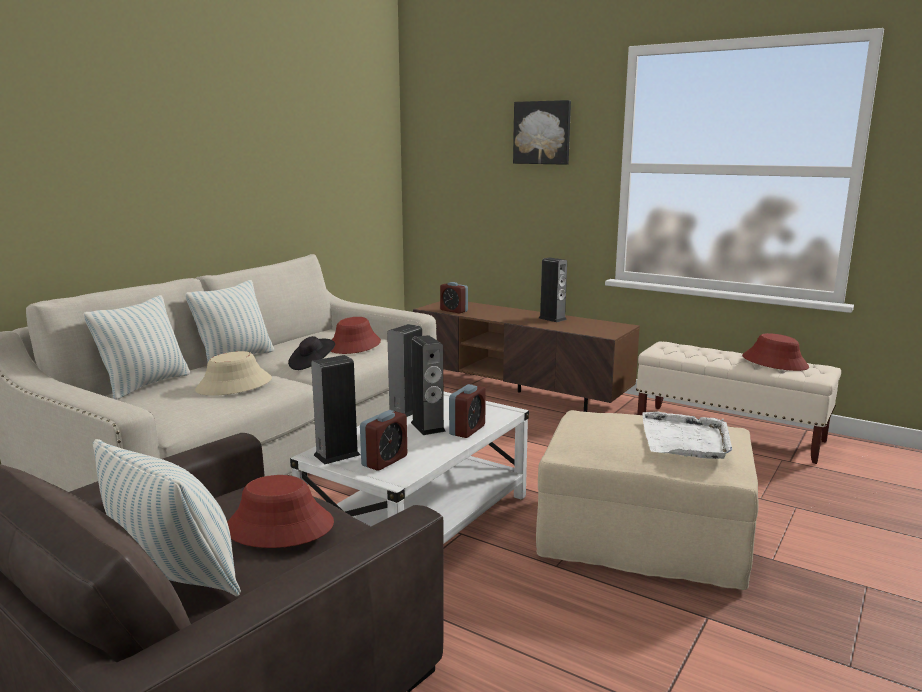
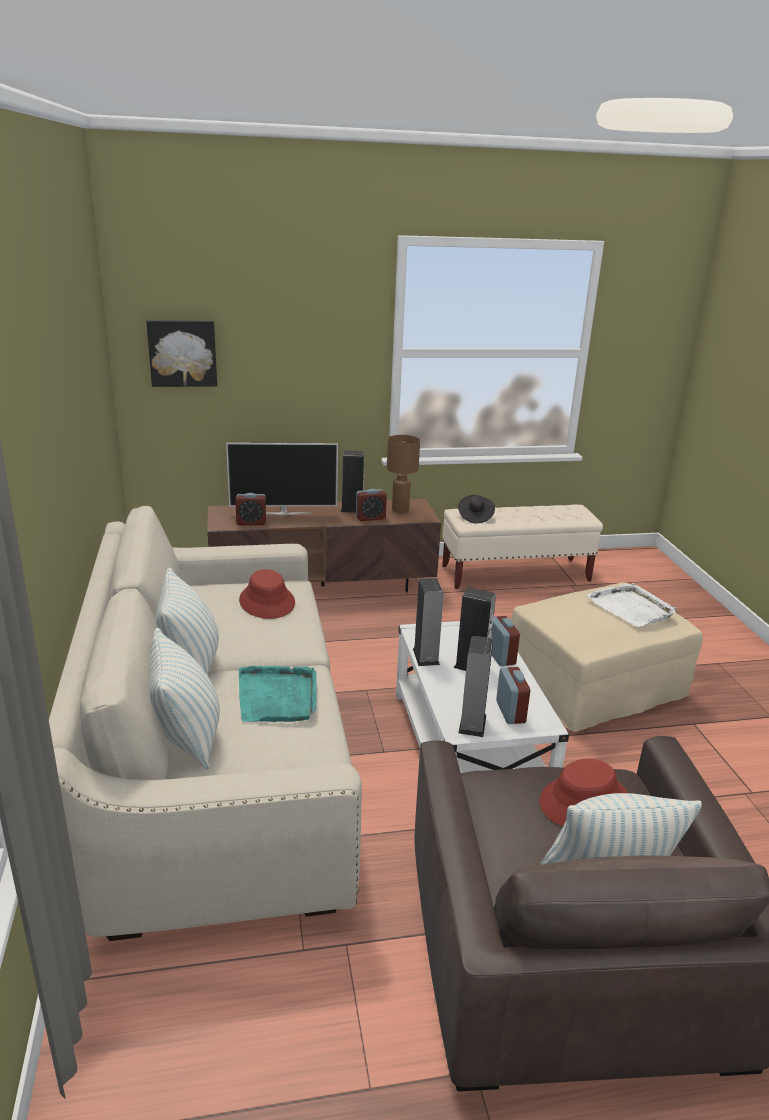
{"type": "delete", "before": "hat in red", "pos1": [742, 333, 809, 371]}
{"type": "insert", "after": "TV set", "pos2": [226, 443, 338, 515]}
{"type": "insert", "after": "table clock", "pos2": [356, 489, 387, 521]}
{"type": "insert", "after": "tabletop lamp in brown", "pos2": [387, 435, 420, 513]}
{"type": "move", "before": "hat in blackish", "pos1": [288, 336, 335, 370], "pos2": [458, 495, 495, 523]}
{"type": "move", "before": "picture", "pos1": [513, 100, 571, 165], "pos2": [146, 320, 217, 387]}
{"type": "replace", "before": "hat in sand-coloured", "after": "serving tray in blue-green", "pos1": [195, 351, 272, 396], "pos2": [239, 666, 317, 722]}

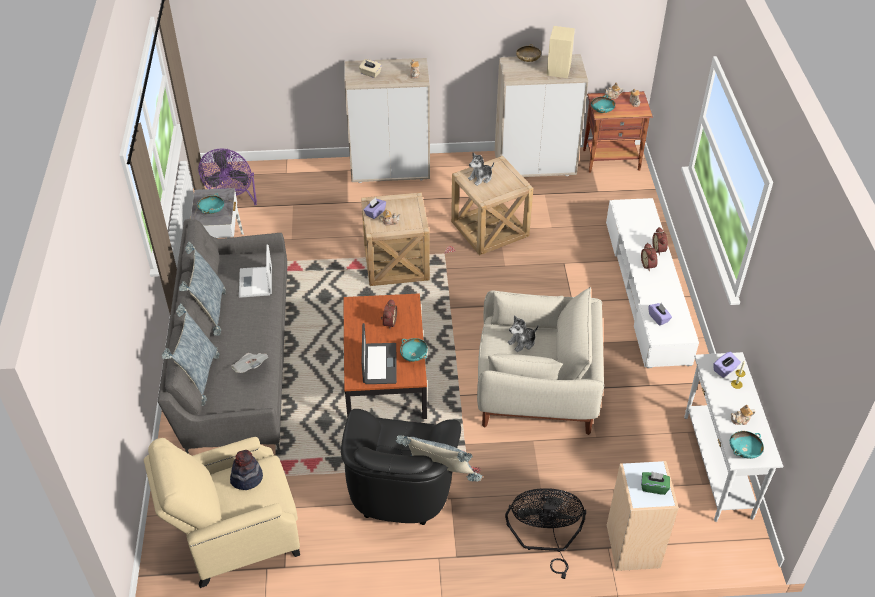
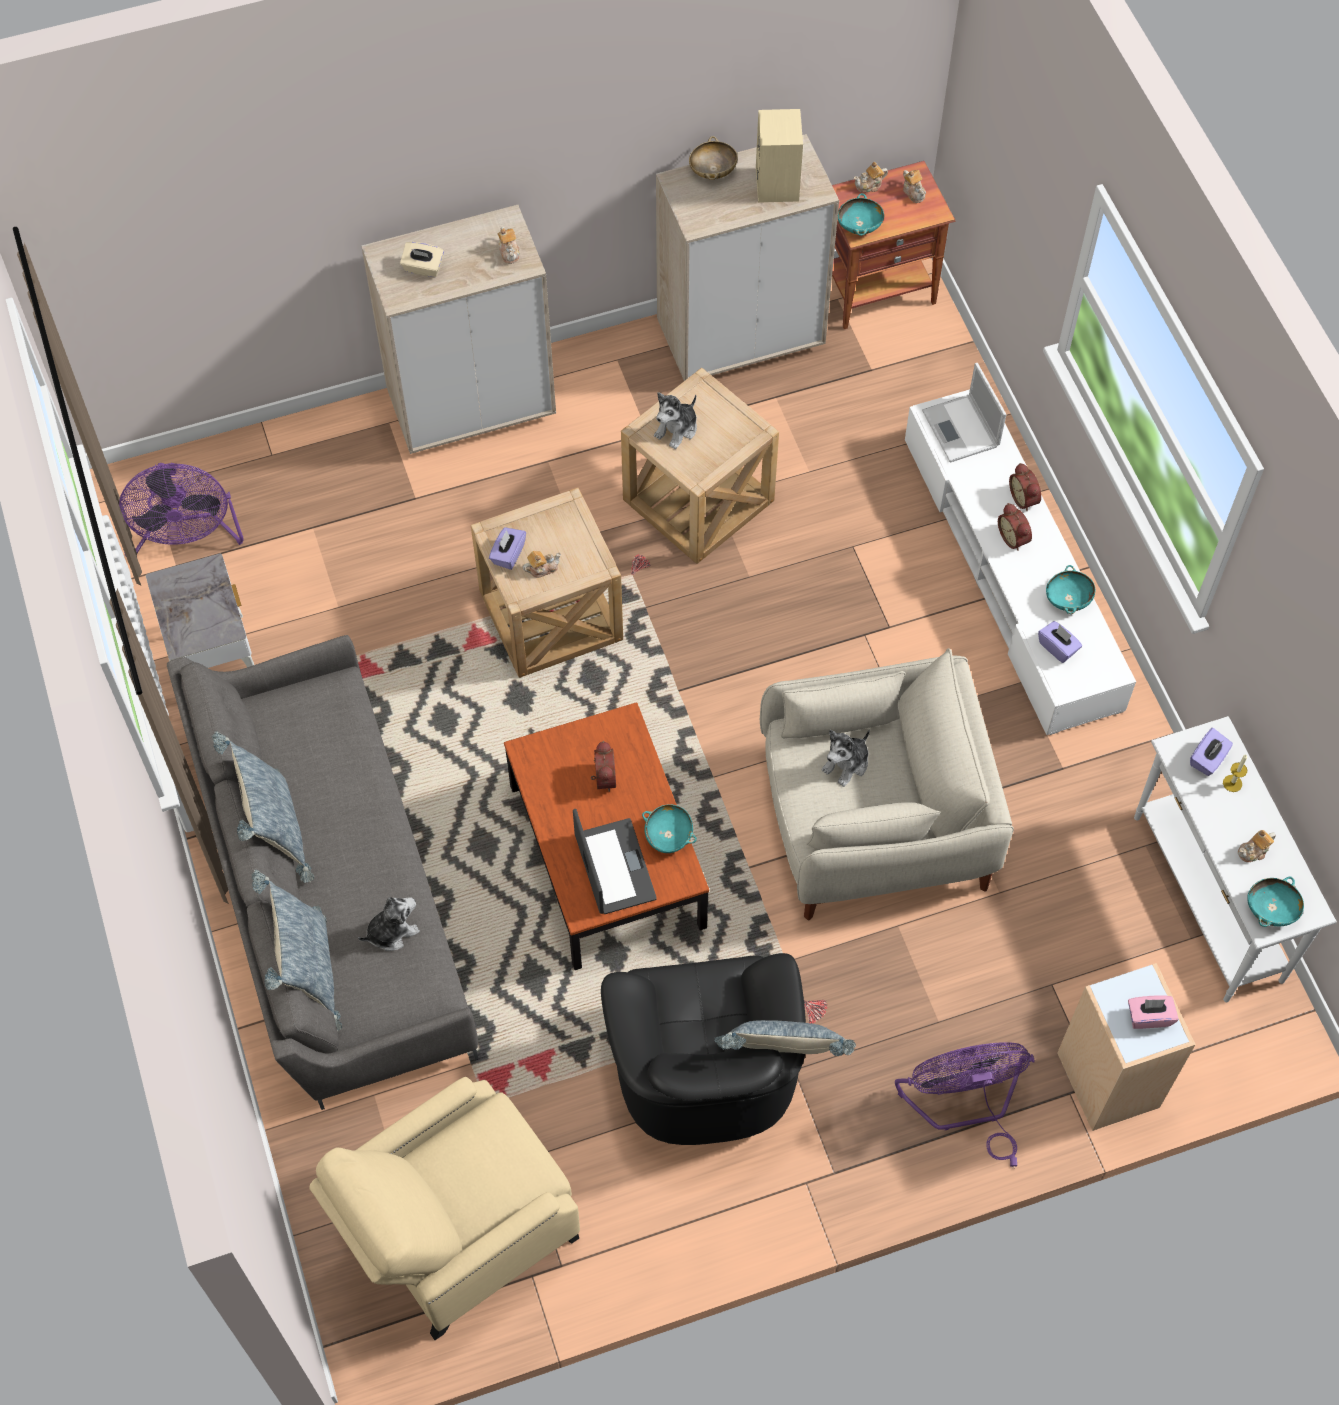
{"type": "delete", "before": "hat", "pos1": [230, 450, 263, 490]}
{"type": "move", "before": "bowl in blue-green", "pos1": [197, 193, 224, 214], "pos2": [1046, 565, 1095, 614]}
{"type": "move", "before": "laptop", "pos1": [239, 245, 272, 298], "pos2": [922, 363, 1006, 463]}
{"type": "replace", "before": "printed paper", "after": "plush toy", "pos1": [231, 353, 268, 373], "pos2": [358, 897, 420, 951]}
{"type": "recolor", "before": "fan in blackish", "after": "fan in purple", "pos1": [505, 488, 586, 580], "pos2": [895, 1042, 1035, 1167]}
{"type": "recolor", "before": "tissue holder in green", "after": "tissue holder in pink", "pos1": [641, 471, 670, 495], "pos2": [1128, 995, 1179, 1029]}

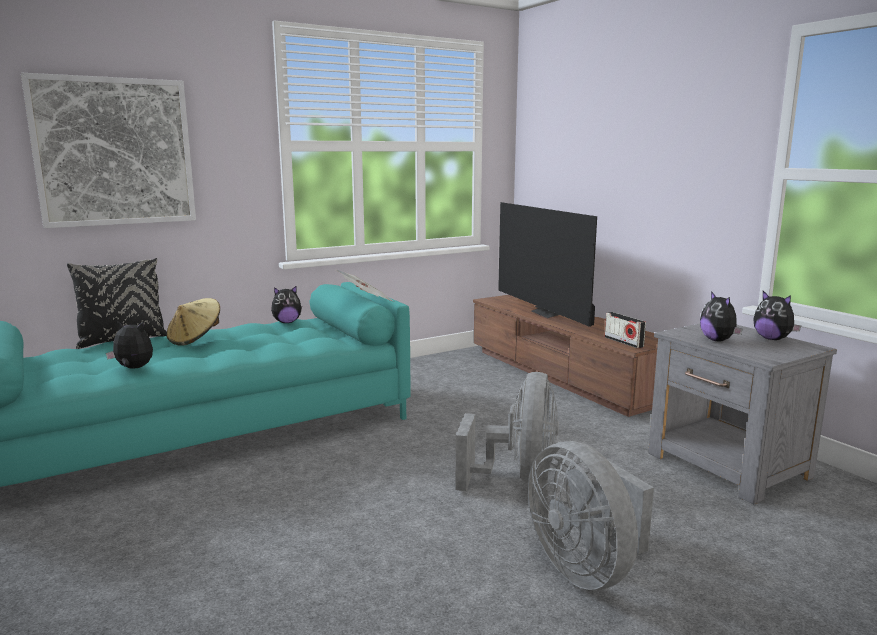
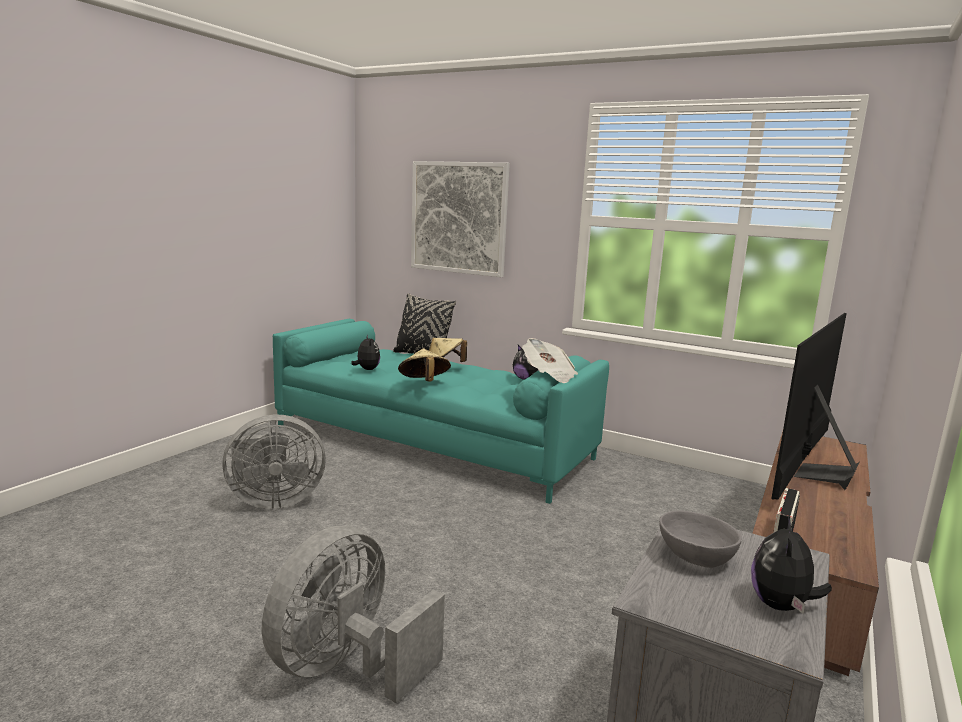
{"type": "insert", "after": "hat in sand-coloured", "pos2": [398, 348, 451, 381]}
{"type": "move", "before": "fan in grey", "pos1": [455, 372, 559, 491], "pos2": [223, 415, 326, 509]}
{"type": "replace", "before": "plush toy", "after": "bowl in grey", "pos1": [700, 291, 742, 341], "pos2": [659, 511, 742, 568]}

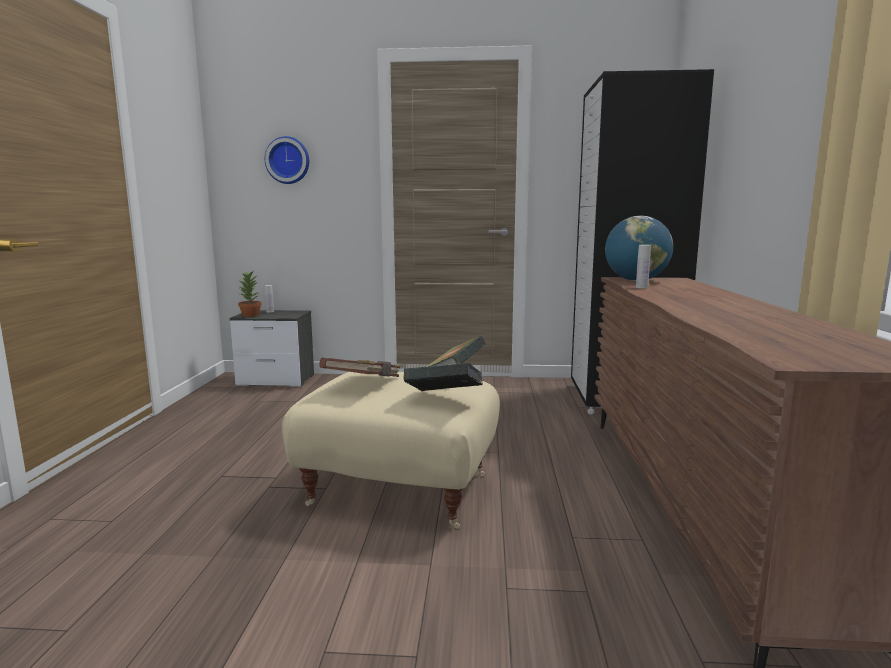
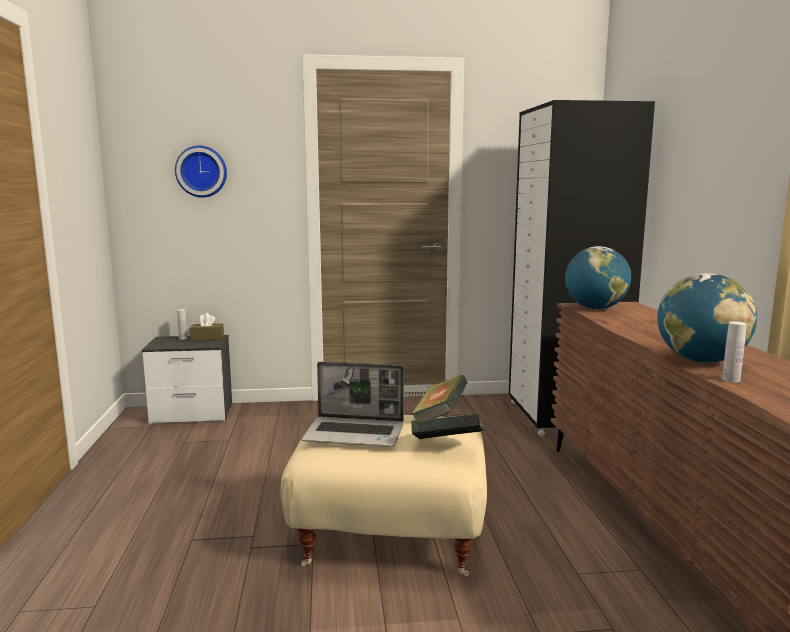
{"type": "delete", "before": "houseplant", "pos1": [238, 271, 262, 317]}
{"type": "insert", "after": "tissue holder in brown", "pos2": [190, 313, 224, 340]}
{"type": "insert", "after": "world globe", "pos2": [657, 273, 757, 363]}
{"type": "move", "before": "beverage bottle in whitish", "pos1": [636, 245, 651, 288], "pos2": [722, 321, 747, 383]}
{"type": "replace", "before": "volume in brown", "after": "laptop", "pos1": [320, 358, 401, 377], "pos2": [302, 362, 404, 447]}

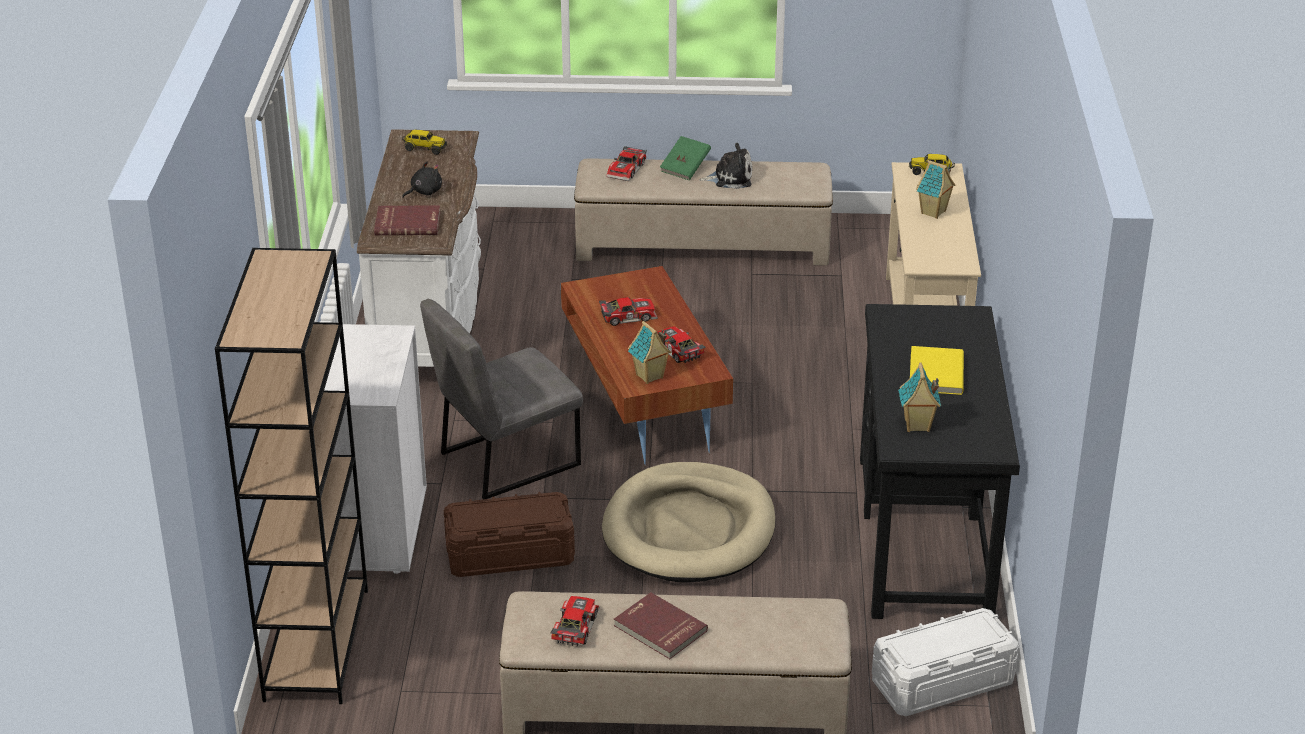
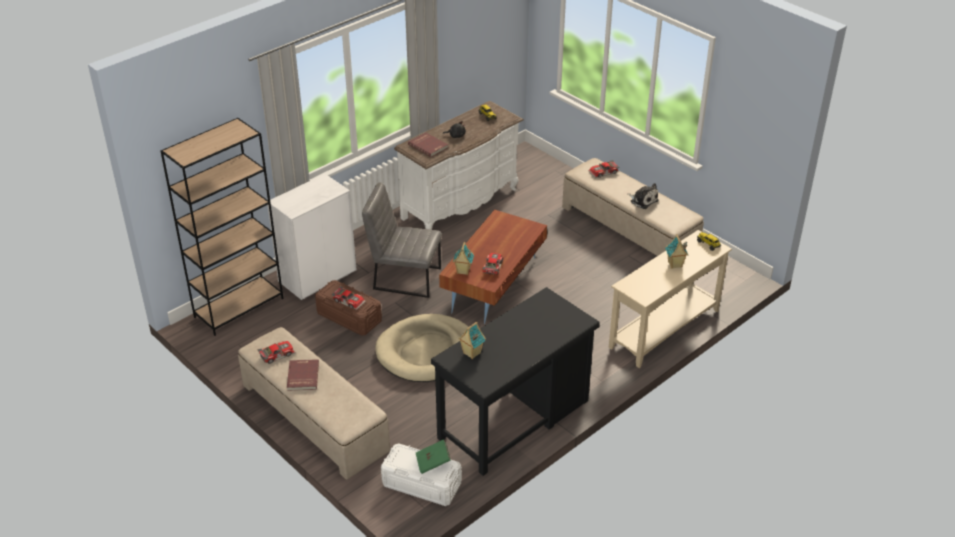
{"type": "delete", "before": "volume in yellowish", "pos1": [910, 346, 964, 395]}
{"type": "move", "before": "toy car", "pos1": [599, 297, 658, 326], "pos2": [332, 286, 366, 310]}
{"type": "move", "before": "volume in green", "pos1": [660, 136, 711, 181], "pos2": [416, 439, 451, 474]}

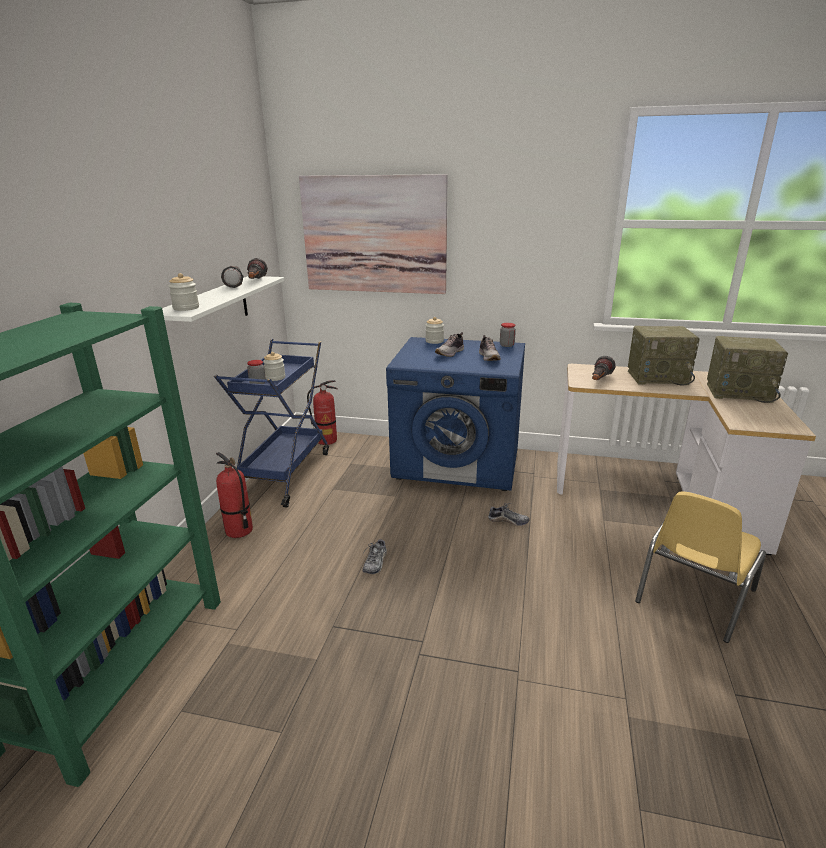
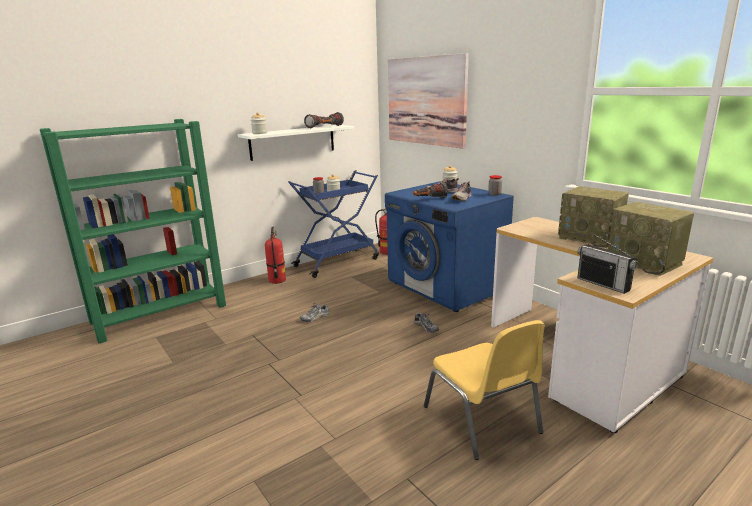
{"type": "insert", "after": "radio set", "pos2": [577, 232, 638, 294]}
{"type": "move", "before": "flashlight", "pos1": [592, 356, 616, 380], "pos2": [413, 182, 448, 198]}
{"type": "rotate", "before": "chair in yellowish", "pos1": [635, 491, 766, 643], "pos2": [424, 320, 545, 460], "turn": -105}

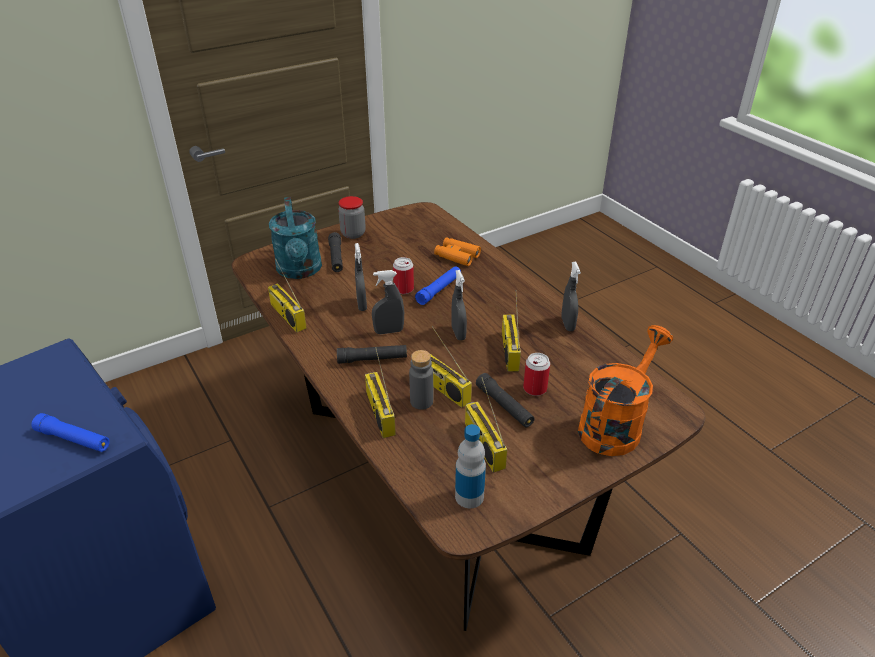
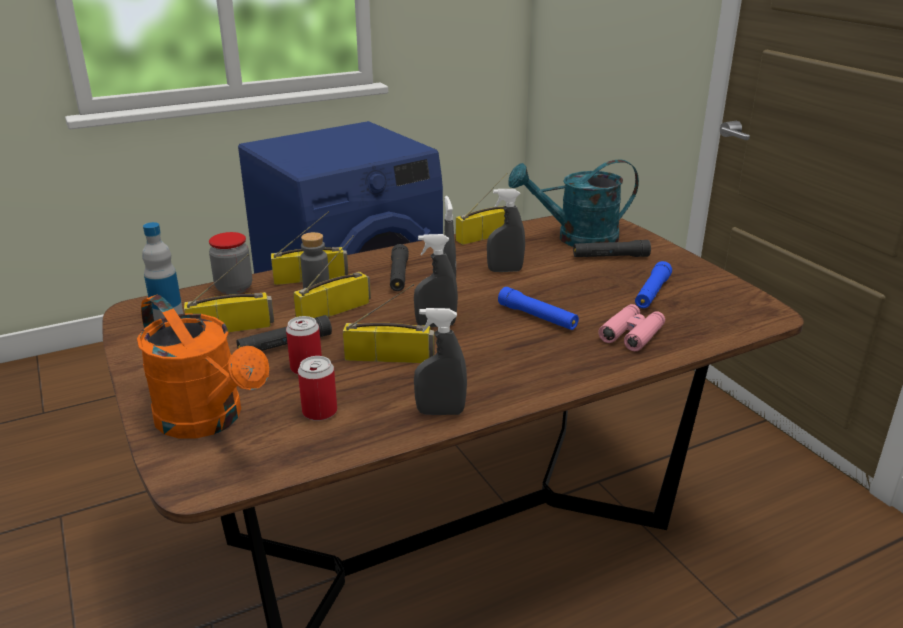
{"type": "move", "before": "flashlight in blue-coloured", "pos1": [32, 413, 110, 452], "pos2": [635, 261, 672, 308]}
{"type": "move", "before": "preserve jar", "pos1": [338, 196, 366, 239], "pos2": [209, 232, 252, 295]}
{"type": "move", "before": "metal can", "pos1": [393, 257, 414, 294], "pos2": [298, 356, 337, 421]}
{"type": "recolor", "before": "field glasses in orange-coloured", "after": "field glasses in pink", "pos1": [434, 237, 481, 266], "pos2": [598, 304, 665, 351]}

